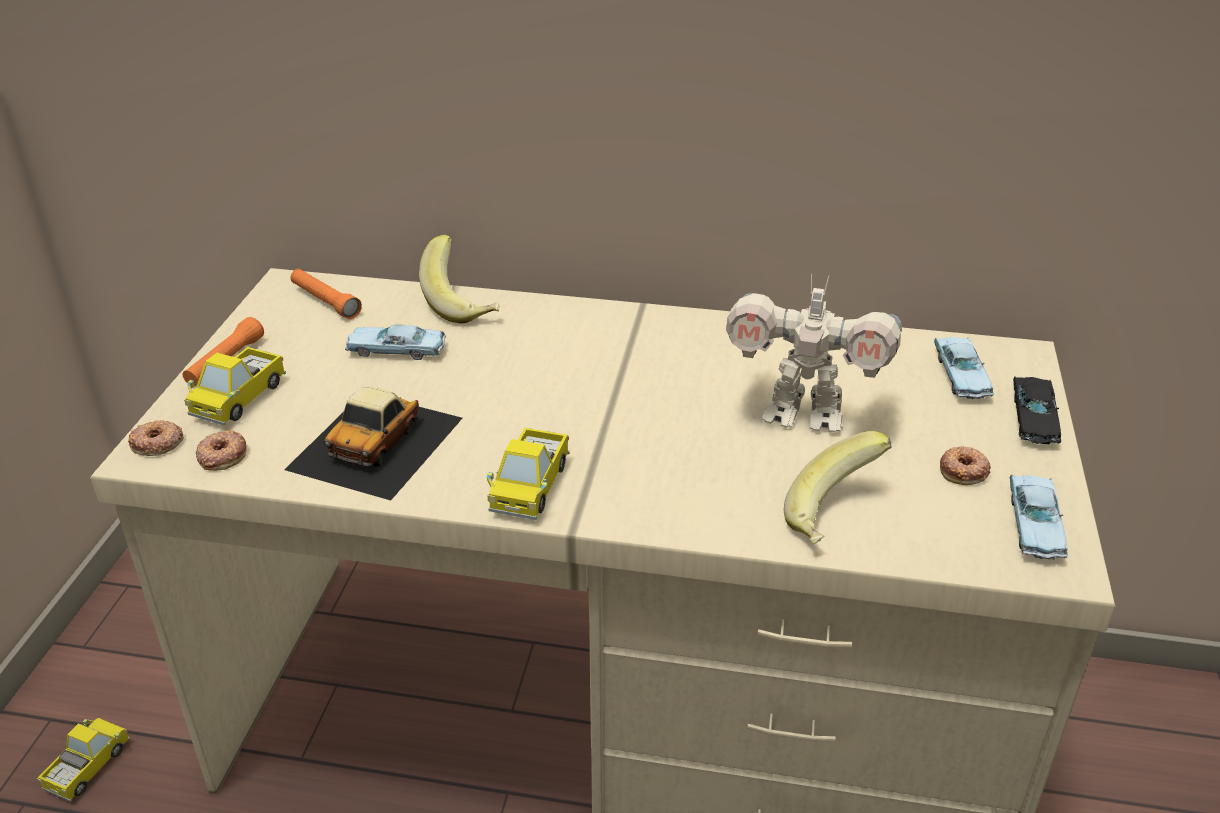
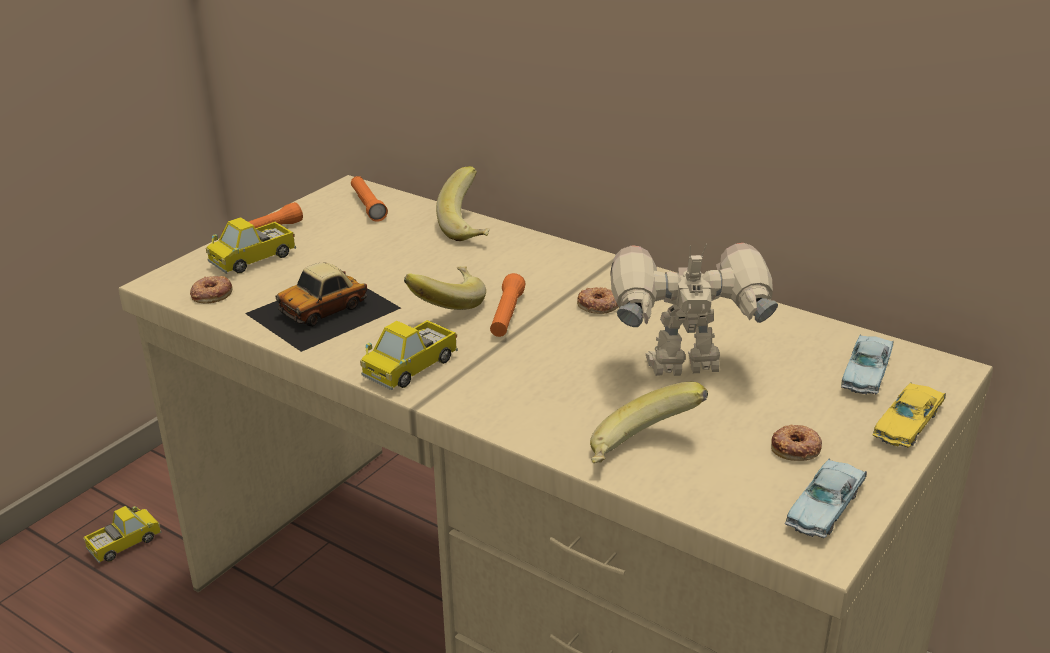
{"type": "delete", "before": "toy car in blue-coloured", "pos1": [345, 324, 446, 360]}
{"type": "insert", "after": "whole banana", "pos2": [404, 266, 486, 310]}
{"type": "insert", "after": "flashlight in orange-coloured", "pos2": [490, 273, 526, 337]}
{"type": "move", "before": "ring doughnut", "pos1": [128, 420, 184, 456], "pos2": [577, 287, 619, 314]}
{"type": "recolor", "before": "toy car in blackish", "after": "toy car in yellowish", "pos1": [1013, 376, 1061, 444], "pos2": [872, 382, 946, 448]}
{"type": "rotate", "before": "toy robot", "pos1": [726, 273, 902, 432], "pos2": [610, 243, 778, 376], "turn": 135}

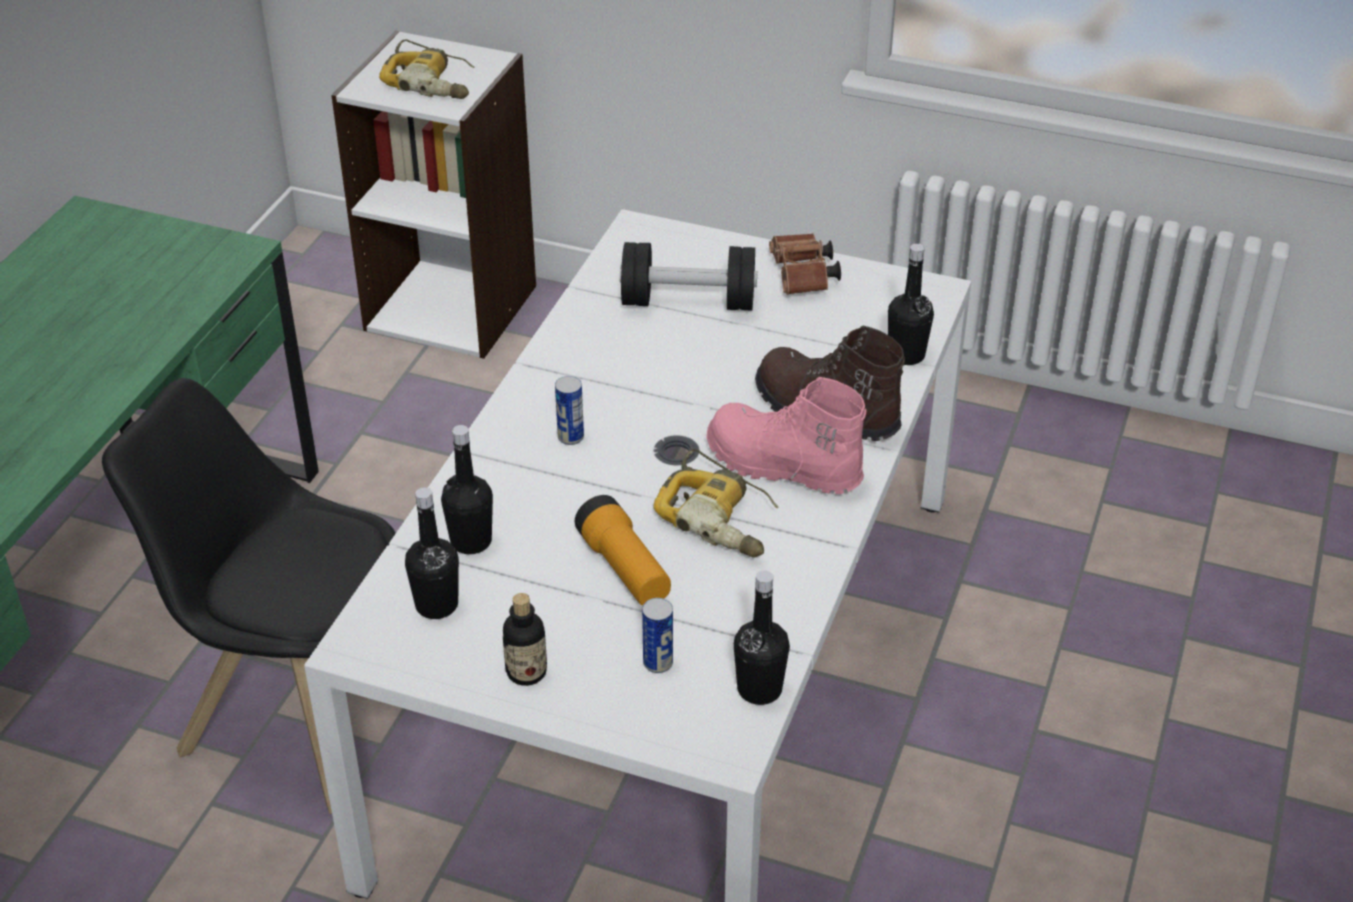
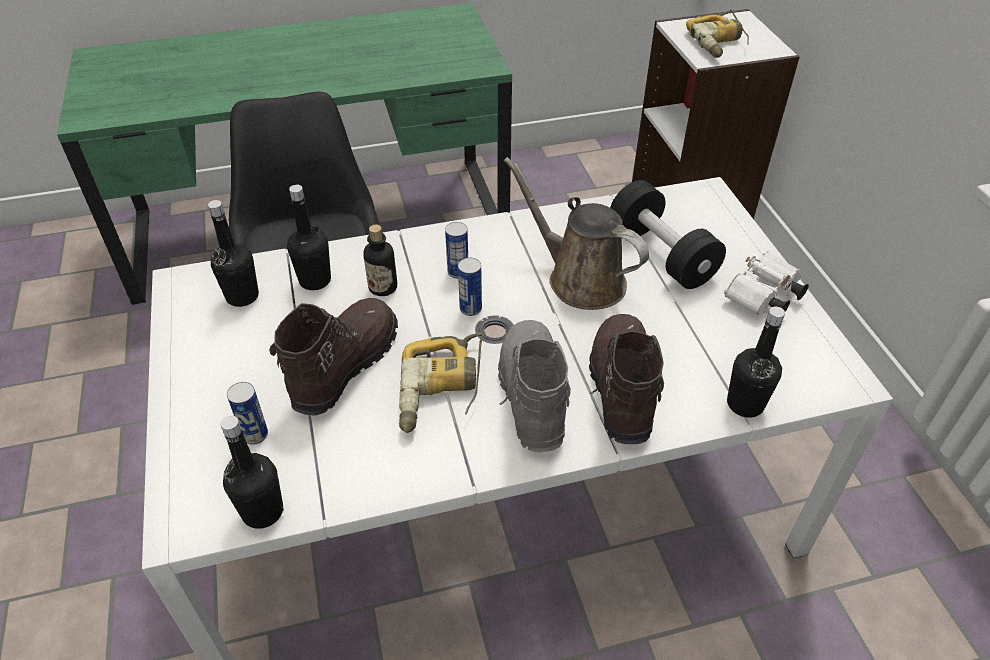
{"type": "insert", "after": "metal can", "pos2": [458, 258, 482, 316]}
{"type": "insert", "after": "watering pot in brown", "pos2": [504, 157, 649, 310]}
{"type": "move", "before": "beverage bottle", "pos1": [503, 593, 547, 686], "pos2": [363, 225, 397, 296]}
{"type": "replace", "before": "flashlight", "after": "tall boot in brown", "pos1": [575, 495, 671, 606], "pos2": [269, 298, 398, 415]}
{"type": "recolor", "before": "tall boot in pink", "after": "tall boot in grey", "pos1": [706, 377, 866, 494], "pos2": [498, 320, 571, 452]}
{"type": "recolor", "before": "field glasses in brown", "after": "field glasses in whitish", "pos1": [769, 233, 841, 295], "pos2": [724, 251, 809, 315]}

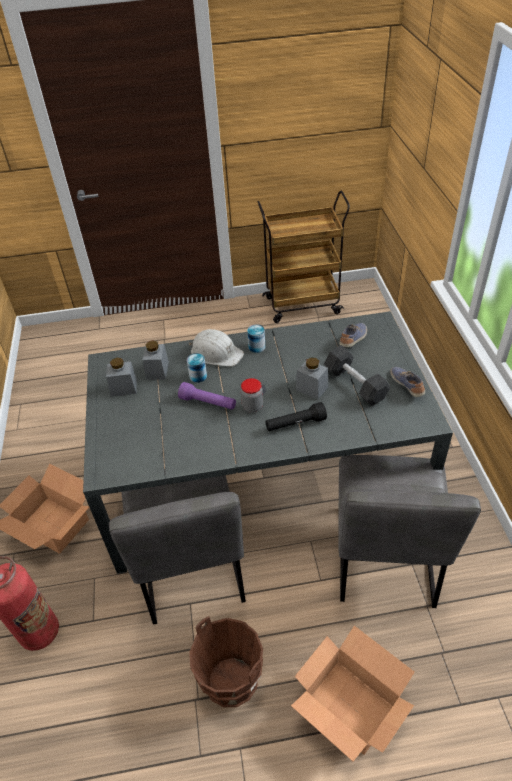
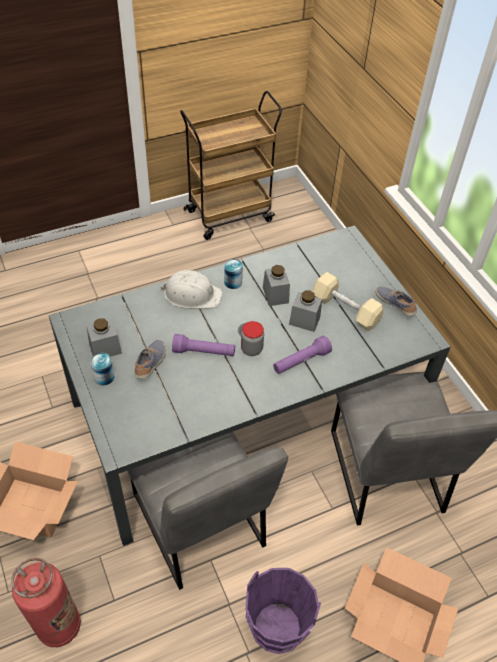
{"type": "move", "before": "preserve jar in grey", "pos1": [143, 341, 169, 380], "pos2": [263, 265, 290, 306]}
{"type": "move", "before": "metal can", "pos1": [187, 353, 207, 383], "pos2": [90, 353, 114, 385]}
{"type": "move", "before": "item of footwear", "pos1": [339, 323, 367, 347], "pos2": [135, 340, 166, 379]}
{"type": "recolor", "before": "bucket in brown", "after": "bucket in purple", "pos1": [189, 616, 263, 707], "pos2": [245, 568, 321, 654]}
{"type": "recolor", "before": "flashlight in blackish", "after": "flashlight in purple", "pos1": [265, 402, 327, 431], "pos2": [273, 336, 332, 374]}
{"type": "recolor", "before": "free weight in blackish", "after": "free weight in sand-coloured", "pos1": [324, 345, 390, 406], "pos2": [312, 272, 384, 331]}

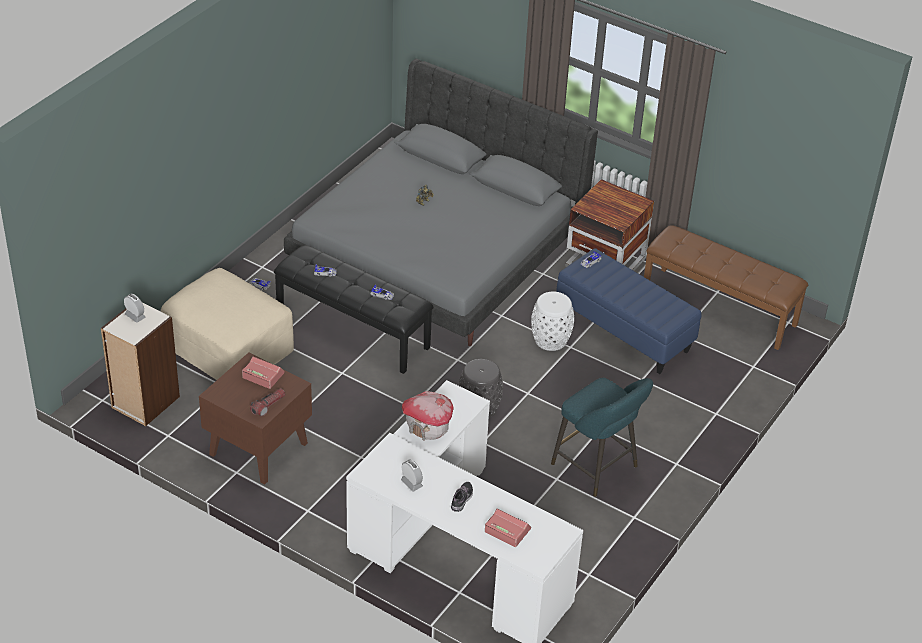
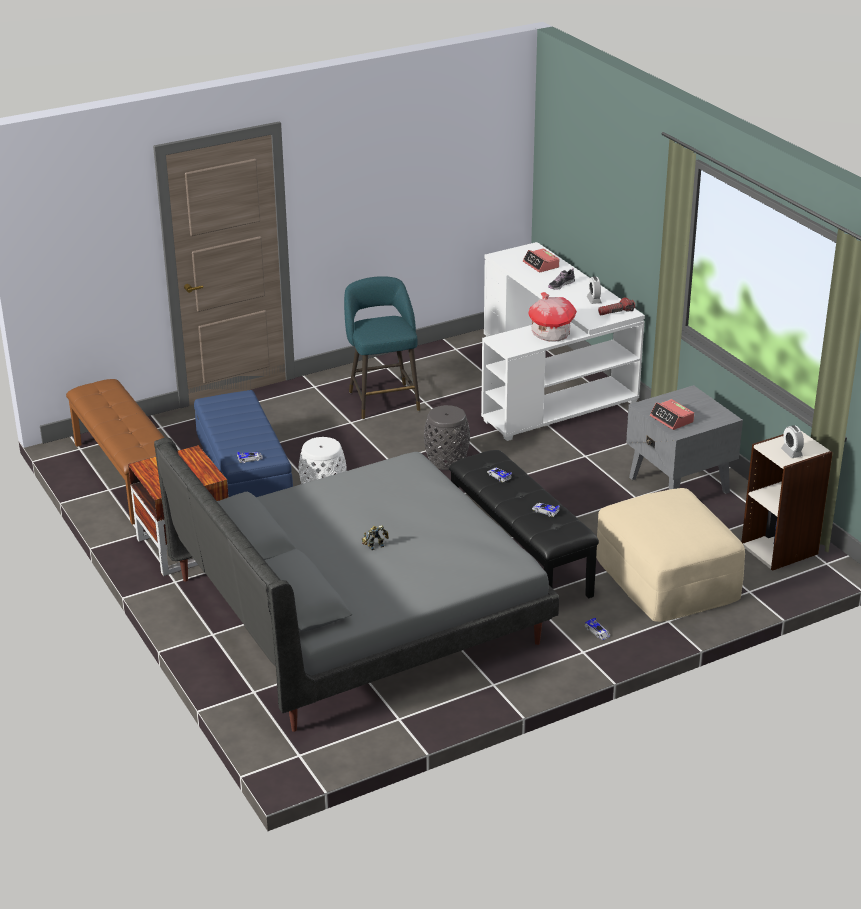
{"type": "move", "before": "flashlight", "pos1": [250, 388, 285, 416], "pos2": [598, 297, 635, 315]}
{"type": "recolor", "before": "night table in brown", "after": "night table in grey", "pos1": [199, 352, 312, 485], "pos2": [626, 385, 743, 494]}

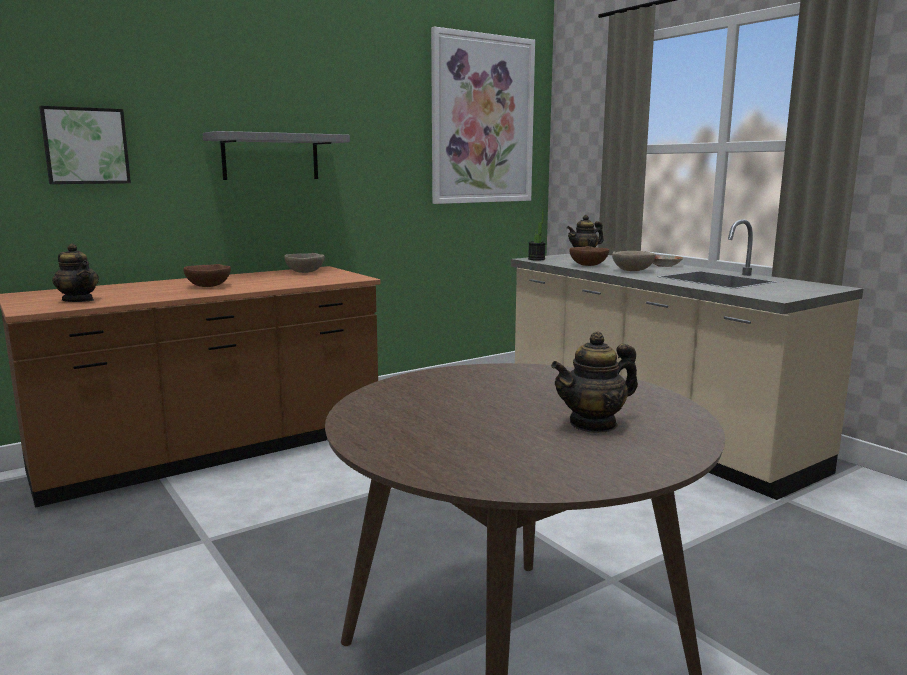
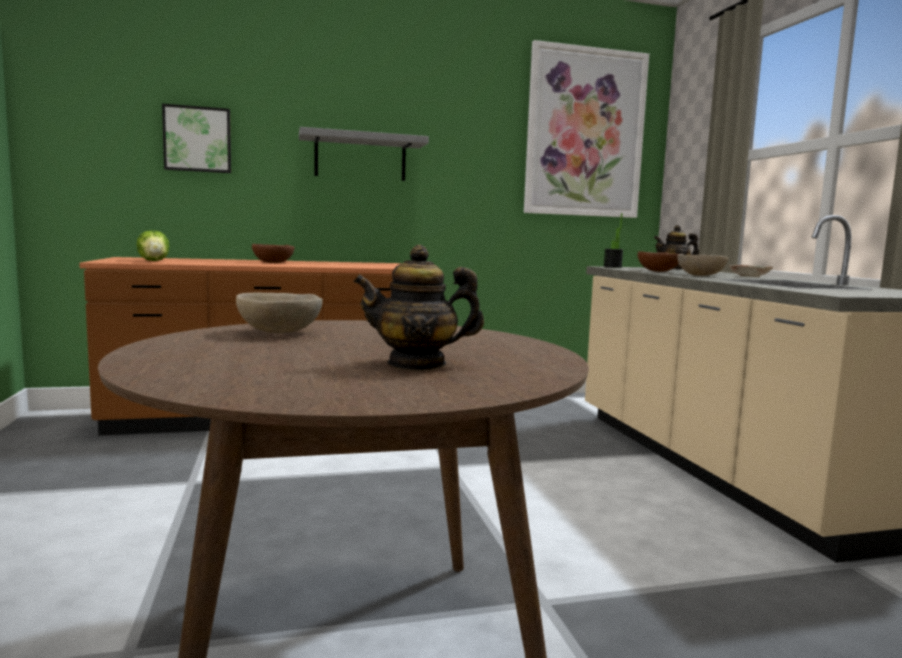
{"type": "move", "before": "bowl in sand-coloured", "pos1": [284, 253, 325, 273], "pos2": [236, 292, 323, 333]}
{"type": "replace", "before": "teapot", "after": "lettuce head", "pos1": [52, 243, 99, 302], "pos2": [137, 230, 169, 261]}

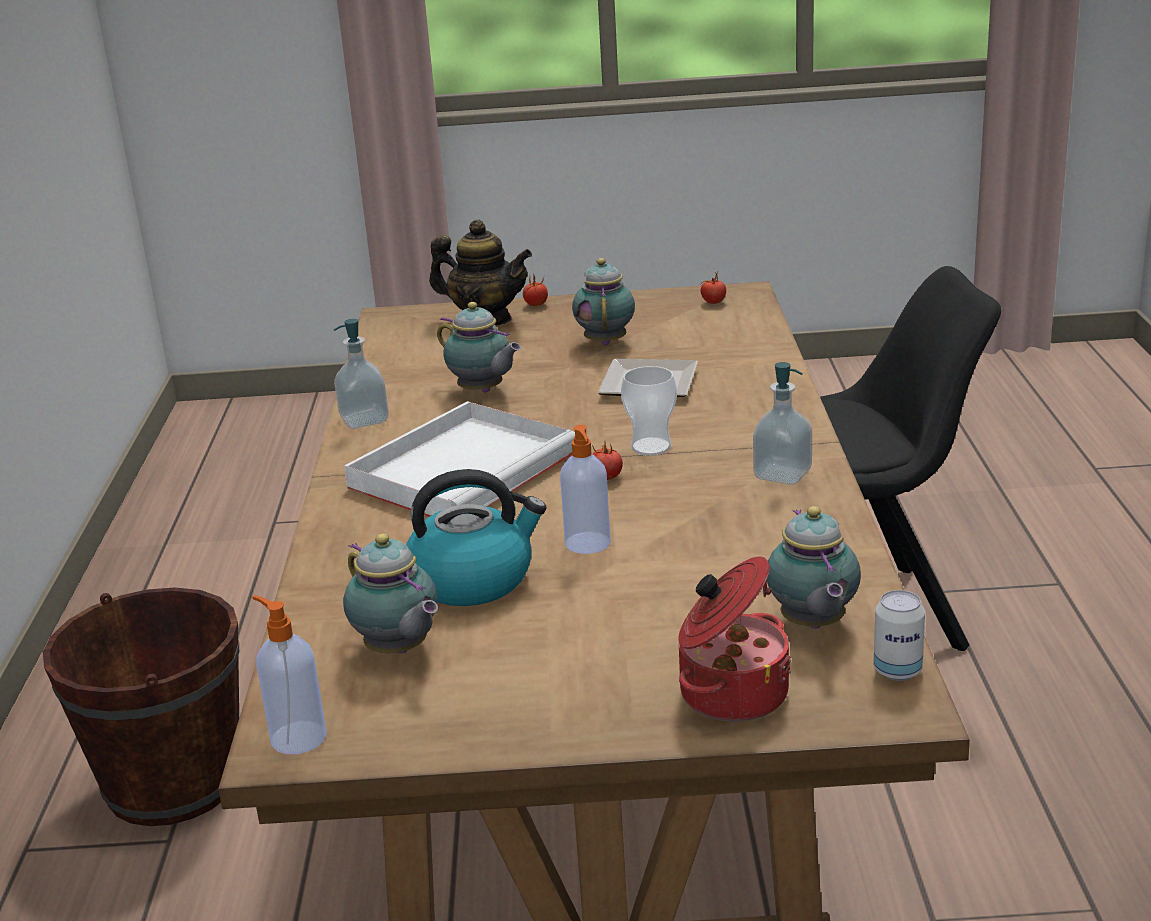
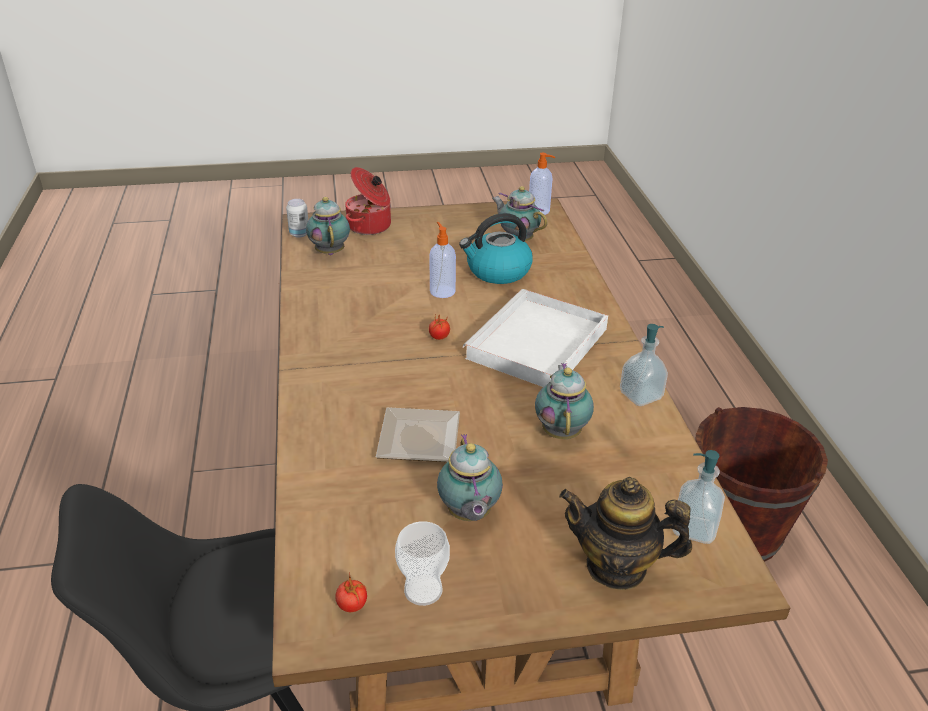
{"type": "delete", "before": "whole tomato", "pos1": [523, 273, 548, 306]}
{"type": "move", "before": "drinking cup", "pos1": [621, 366, 677, 456], "pos2": [395, 521, 450, 606]}
{"type": "move", "before": "soap dispenser", "pos1": [753, 362, 812, 485], "pos2": [673, 450, 725, 544]}
{"type": "rotate", "before": "teapot", "pos1": [437, 302, 521, 392], "pos2": [535, 363, 594, 439], "turn": 60}

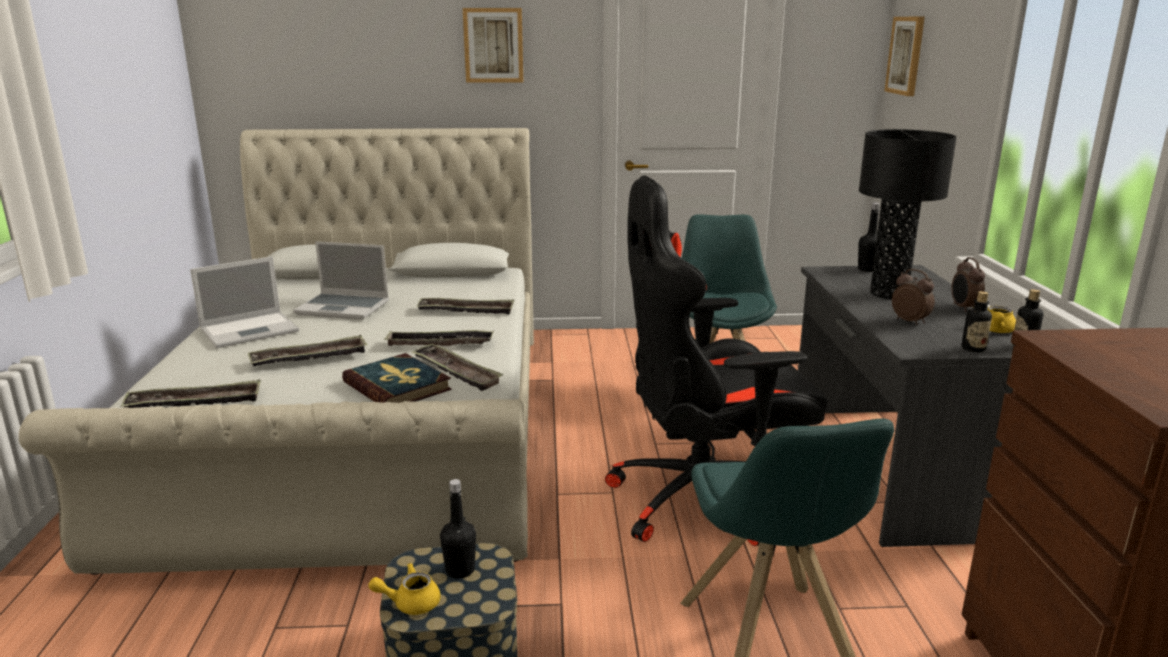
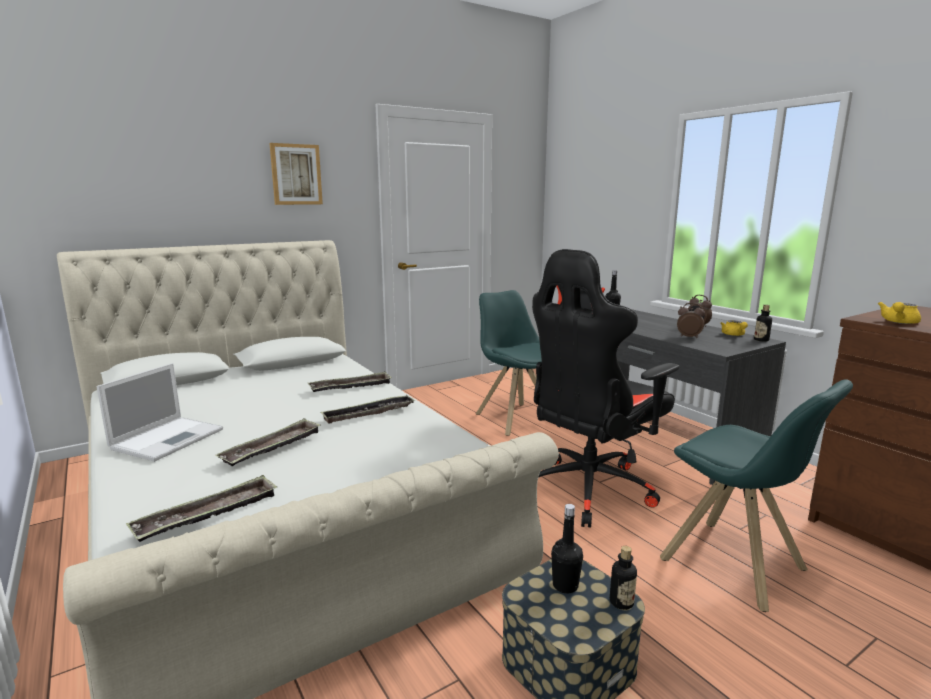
{"type": "delete", "before": "laptop", "pos1": [294, 241, 389, 320]}
{"type": "delete", "before": "volume", "pos1": [342, 353, 452, 403]}
{"type": "delete", "before": "serving tray", "pos1": [411, 344, 503, 391]}
{"type": "delete", "before": "tabletop lamp in blackish", "pos1": [859, 129, 956, 299]}
{"type": "delete", "before": "picture", "pos1": [885, 17, 925, 96]}
{"type": "move", "before": "teapot in yellowish", "pos1": [368, 563, 441, 615], "pos2": [878, 302, 921, 324]}
{"type": "move", "before": "beverage bottle", "pos1": [962, 291, 992, 352], "pos2": [610, 546, 637, 610]}

